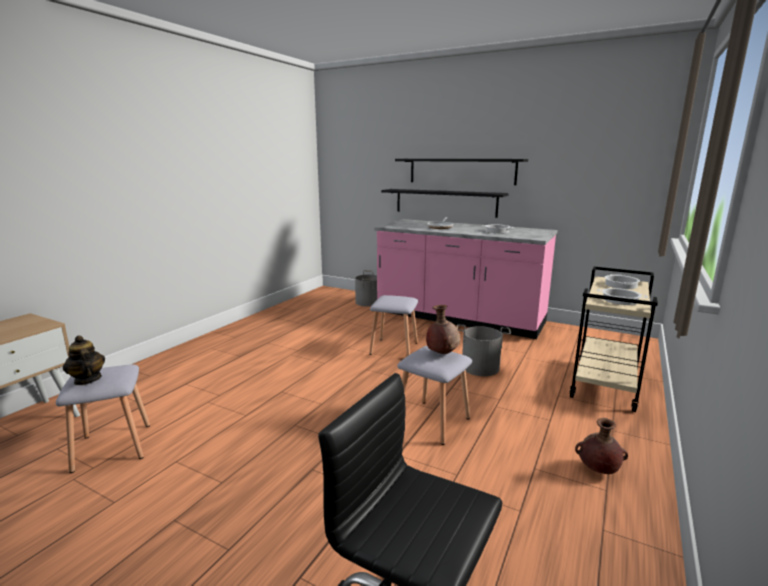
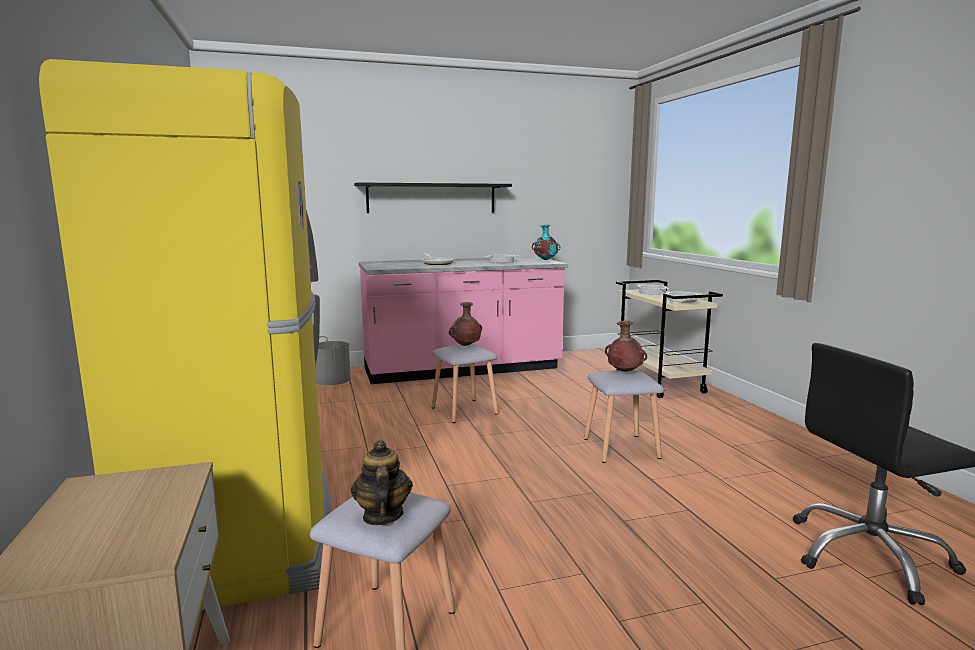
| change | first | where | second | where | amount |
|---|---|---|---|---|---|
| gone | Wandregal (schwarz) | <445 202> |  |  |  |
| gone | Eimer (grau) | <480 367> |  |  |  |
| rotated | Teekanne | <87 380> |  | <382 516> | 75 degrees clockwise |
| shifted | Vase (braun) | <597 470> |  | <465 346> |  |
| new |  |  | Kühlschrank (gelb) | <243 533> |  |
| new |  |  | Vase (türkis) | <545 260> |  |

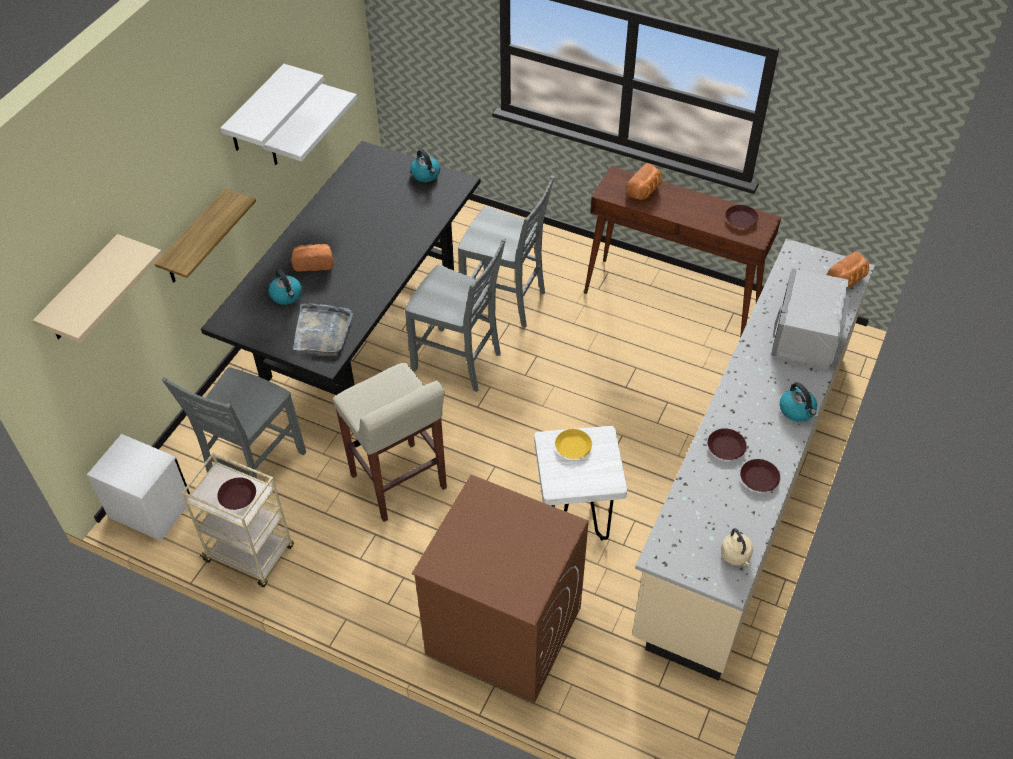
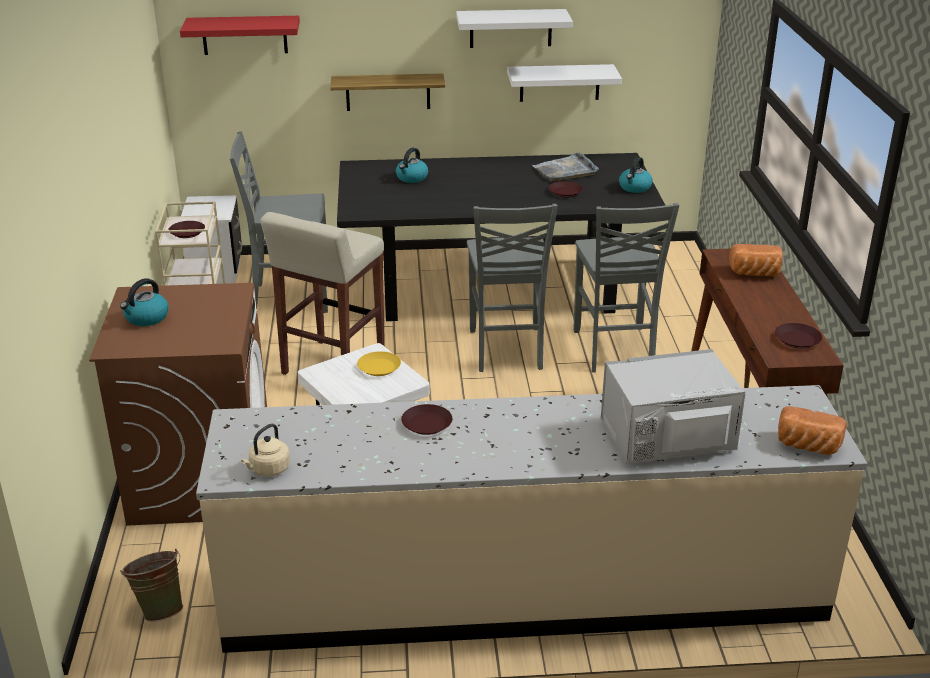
| change | first | where | second | where | amount |
|---|---|---|---|---|---|
| repainted | Wandregal (beige) | <82 291> | Wandregal (rot) | <244 35> |  |
| gone | Brot | <314 263> |  |  |  |
| shifted | Tablett (grau) | <322 331> |  | <565 170> |  |
| shifted | Wasserkessel | <797 410> |  | <146 318> |  |
| shifted | Teller (braun) | <759 478> |  | <565 192> |  |
| new |  |  | Eimer (grün) | <160 608> |  |

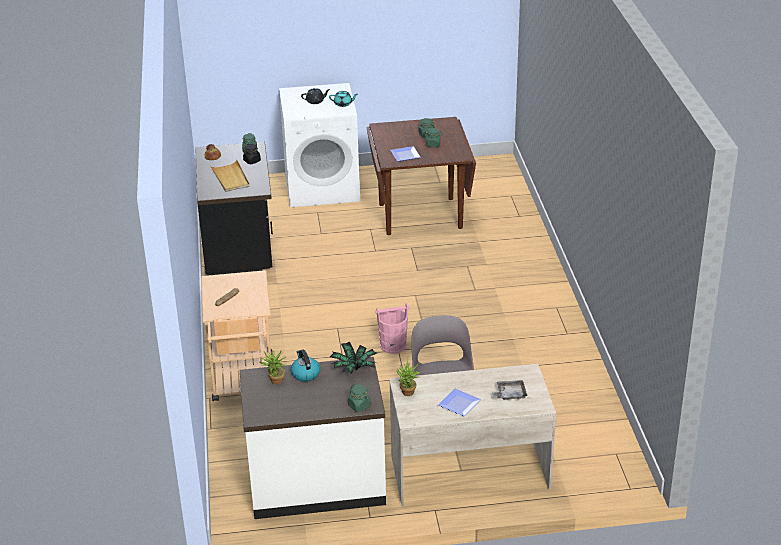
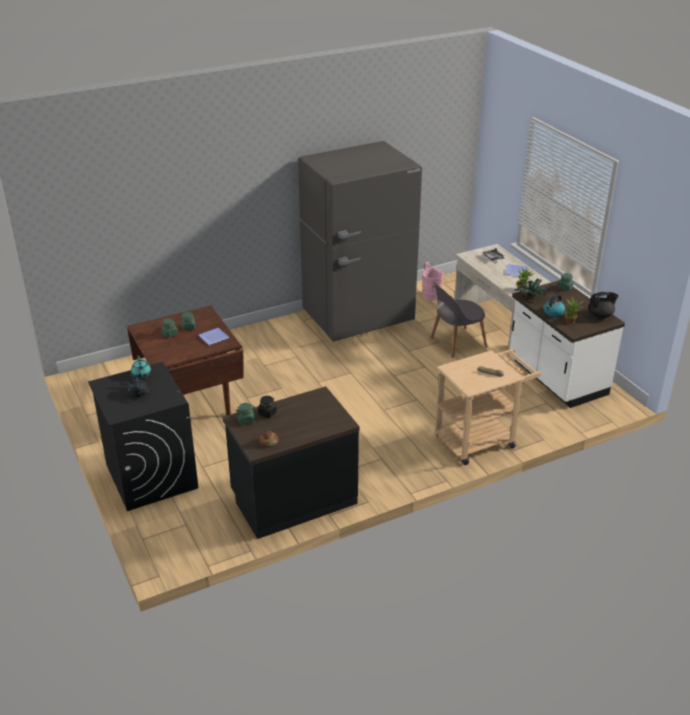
| change | first | where | second | where | amount |
|---|---|---|---|---|---|
| repainted | Waschmaschine (weiß) | <322 187> | Waschmaschine (schwarz) | <151 476> |  |
| gone | Tablett (beige) | <230 178> |  |  |  |
| shifted | Eimer (rosa) | <392 345> |  | <431 295> |  |
| new |  |  | Kühlschrank (grau) | <358 318> |  |
| new |  |  | Teekanne (schwarz) | <600 315> |  |

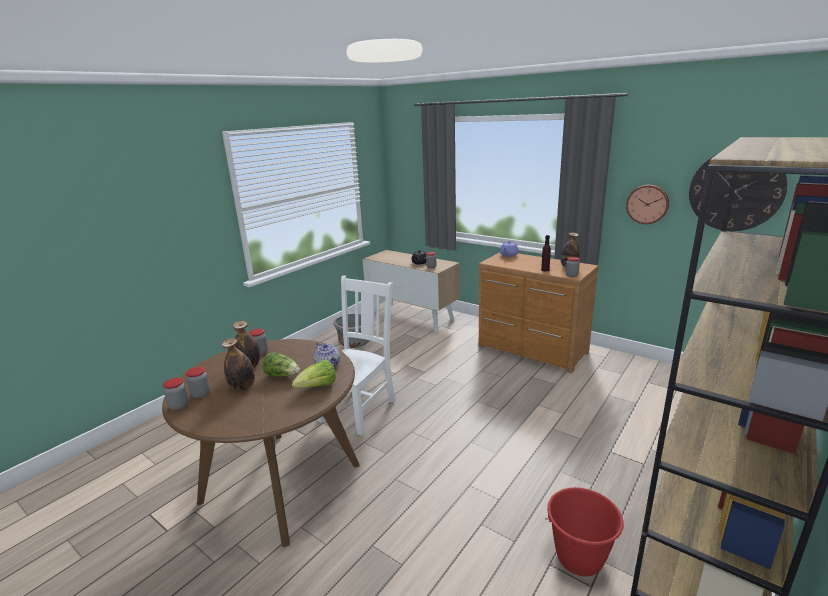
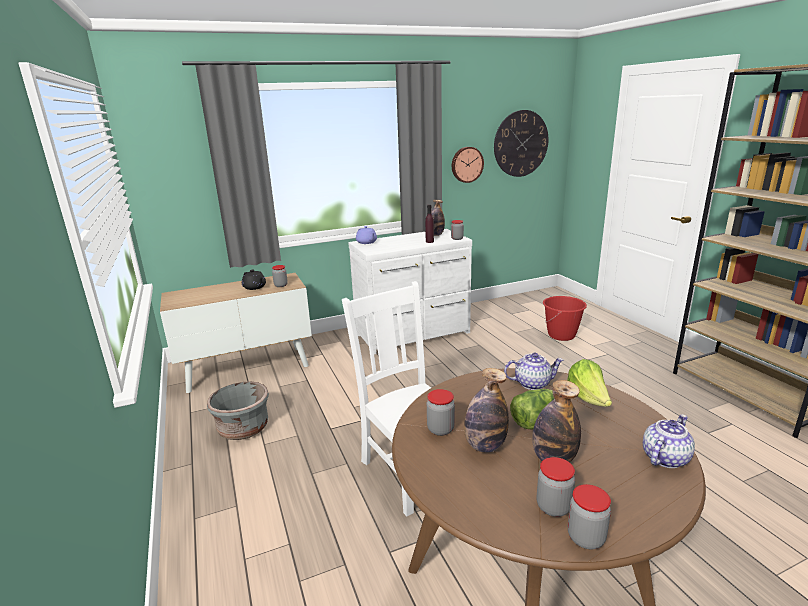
| change | first | where | second | where | amount |
|---|---|---|---|---|---|
| repainted | Kommode (braun) | <532 350> | Kommode (weiß) | <414 334> |  |
| shifted | Eimer (rot) | <579 558> |  | <561 335> |  |
| new |  |  | Teekanne | <664 457> |  |

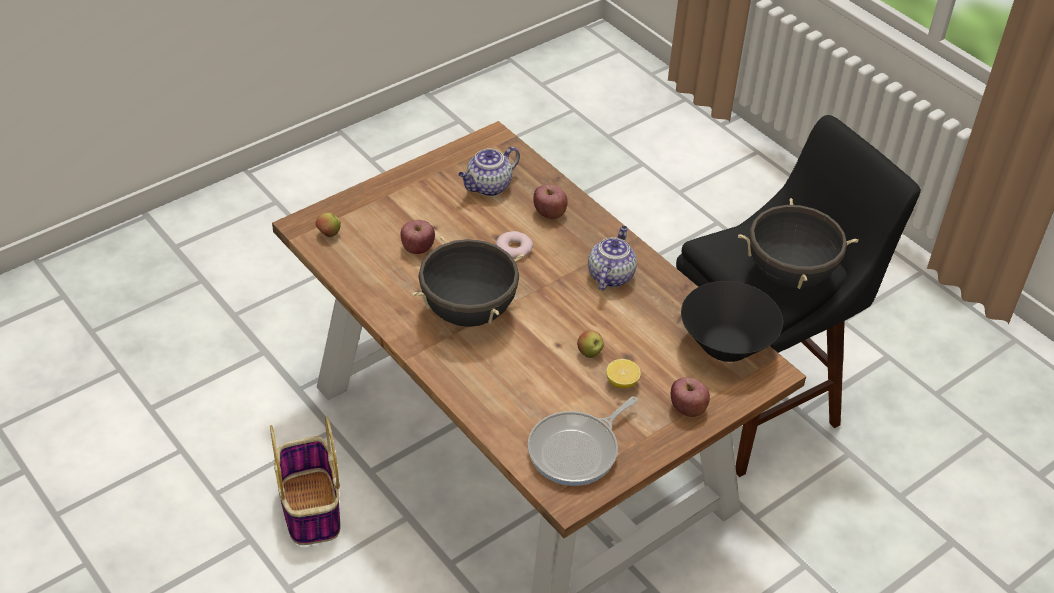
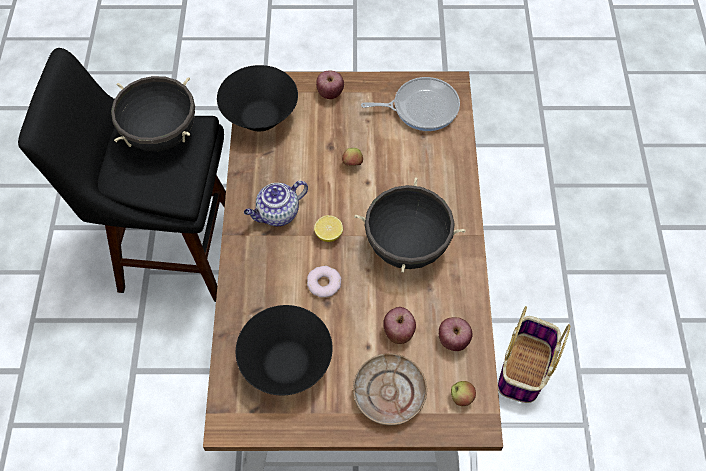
| change | first | where | second | where | amount |
|---|---|---|---|---|---|
| swapped | Teekanne | <488 187> | Schüssel (schwarz) | <287 363> |  |
| shifted | Apfel | <549 213> |  | <453 340> |  |
| shifted | Zitrone | <622 382> |  | <328 234> |  |
| new |  |  | Teller (beige) | <389 393> |  |

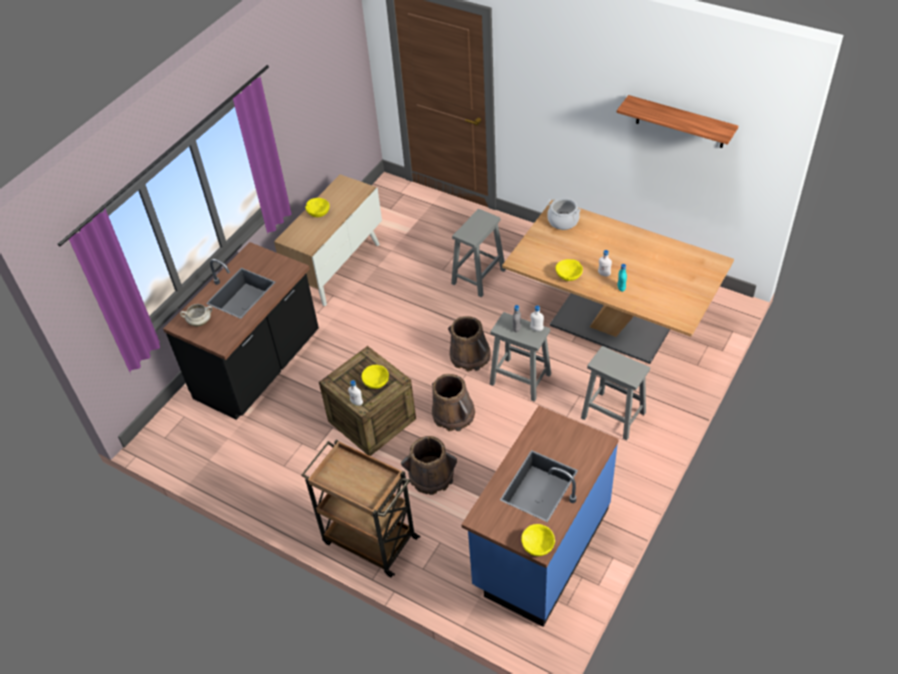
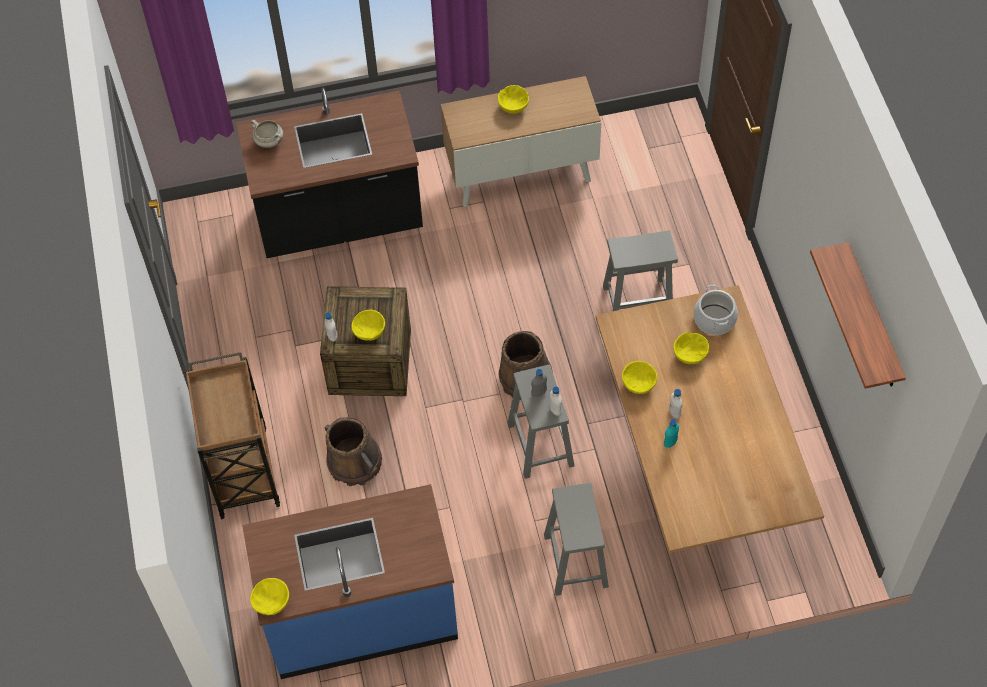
| change | first | where | second | where | amount |
|---|---|---|---|---|---|
| gone | Eimer (braun) | <453 414> |  |  |  |
| new |  |  | Schüssel (gelb) | <690 354> |  |

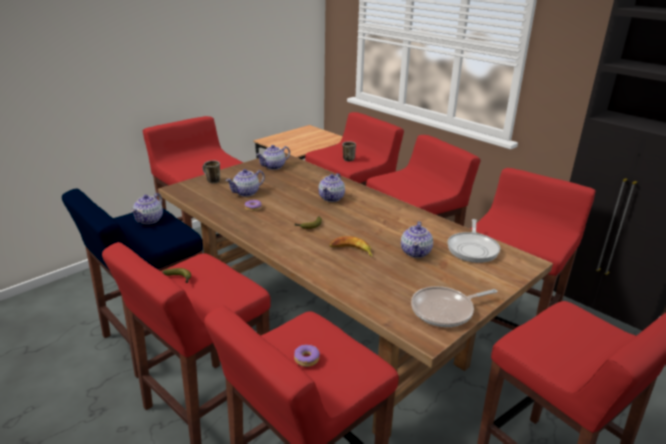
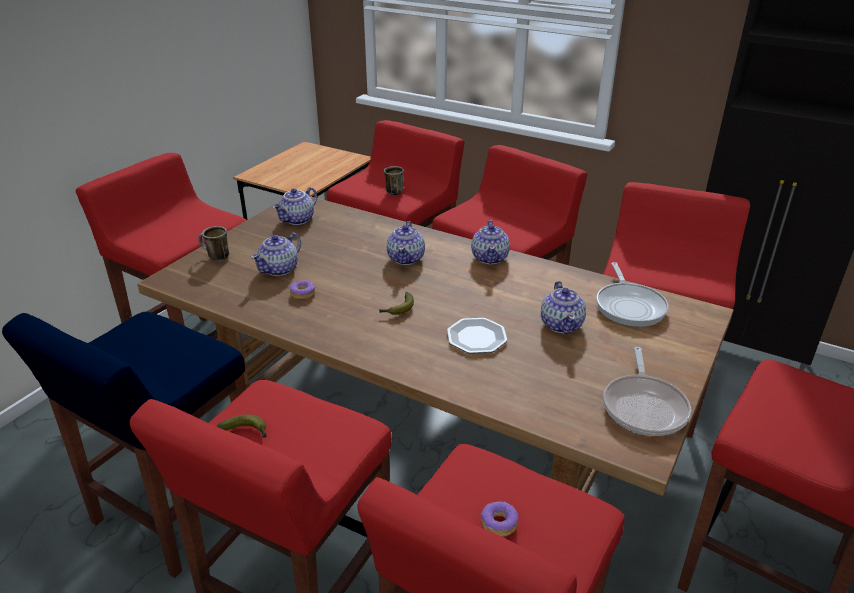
| change | first | where | second | where | amount |
|---|---|---|---|---|---|
| shifted | Teekanne | <150 219> |  | <490 258> |  |
| swapped | Banane | <351 250> | Teller | <476 338> |  |
| rotated | Pfanne | <445 310> |  | <644 407> | 45 degrees counterclockwise |

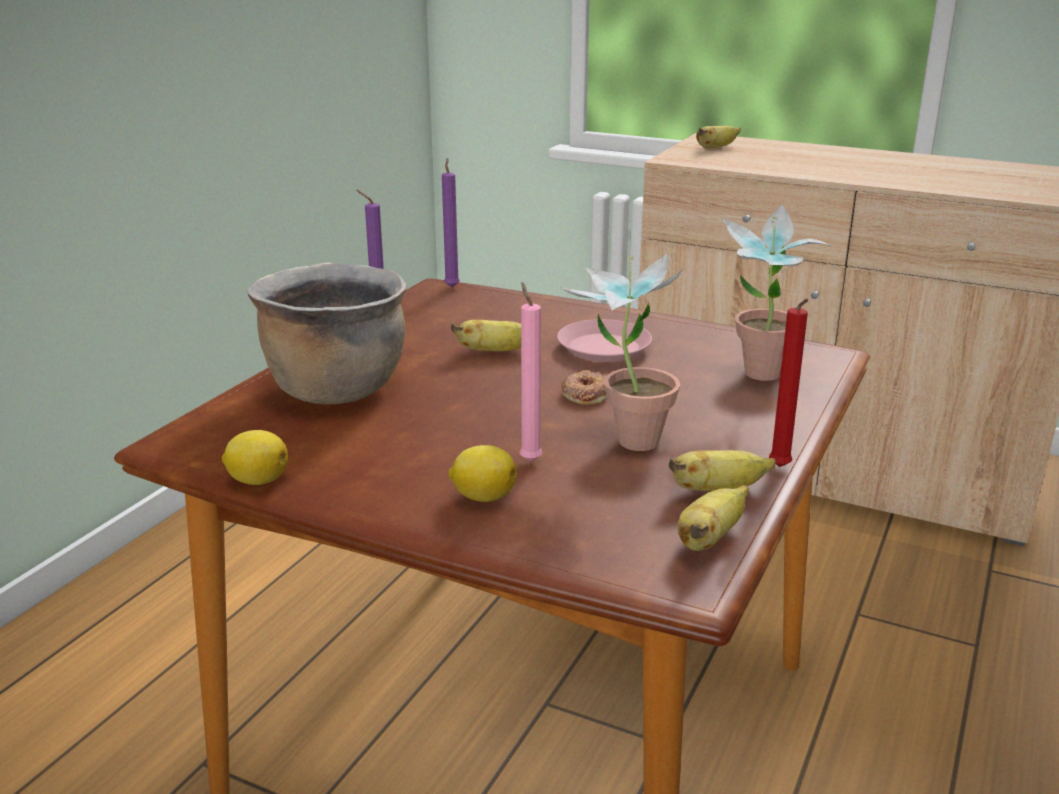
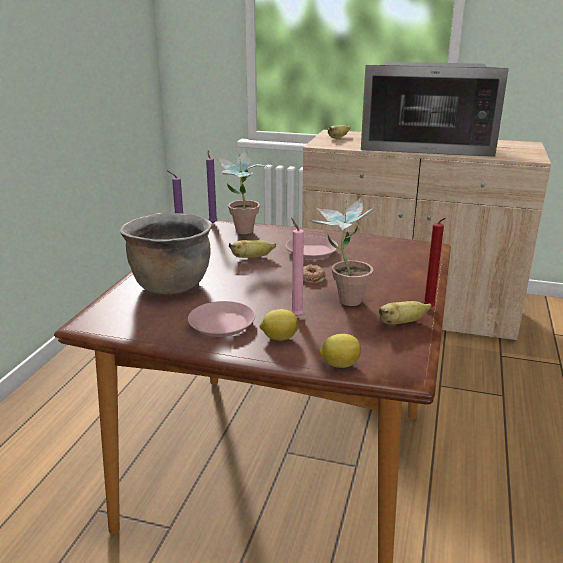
| change | first | where | second | where | amount |
|---|---|---|---|---|---|
| shifted | Topfpflanze | <759 379> |  | <242 233> |  |
| shifted | Zitrone | <257 480> |  | <339 364> |  |
| gone | Banane | <710 539> |  |  |  |
| new |  |  | Mikrowelle | <427 145> |  |
| new |  |  | Teller (rosa) | <222 324> |  |

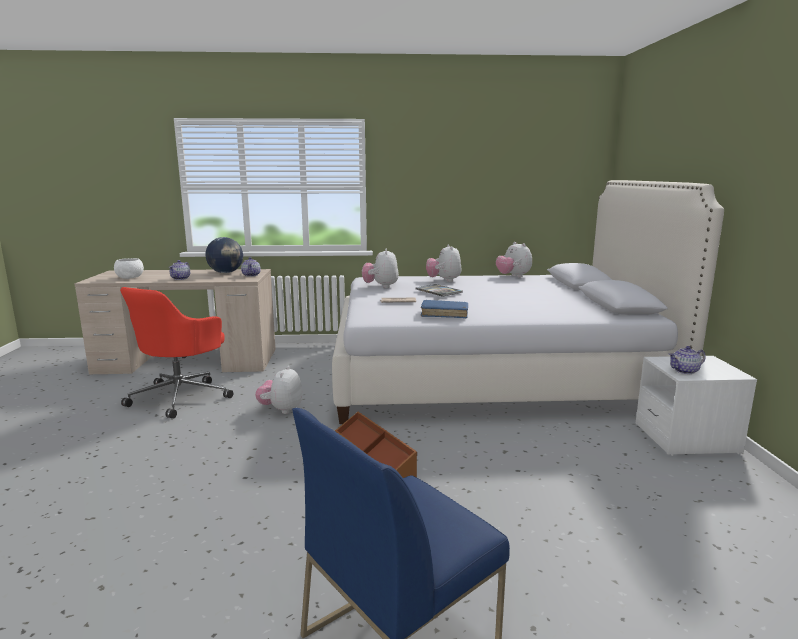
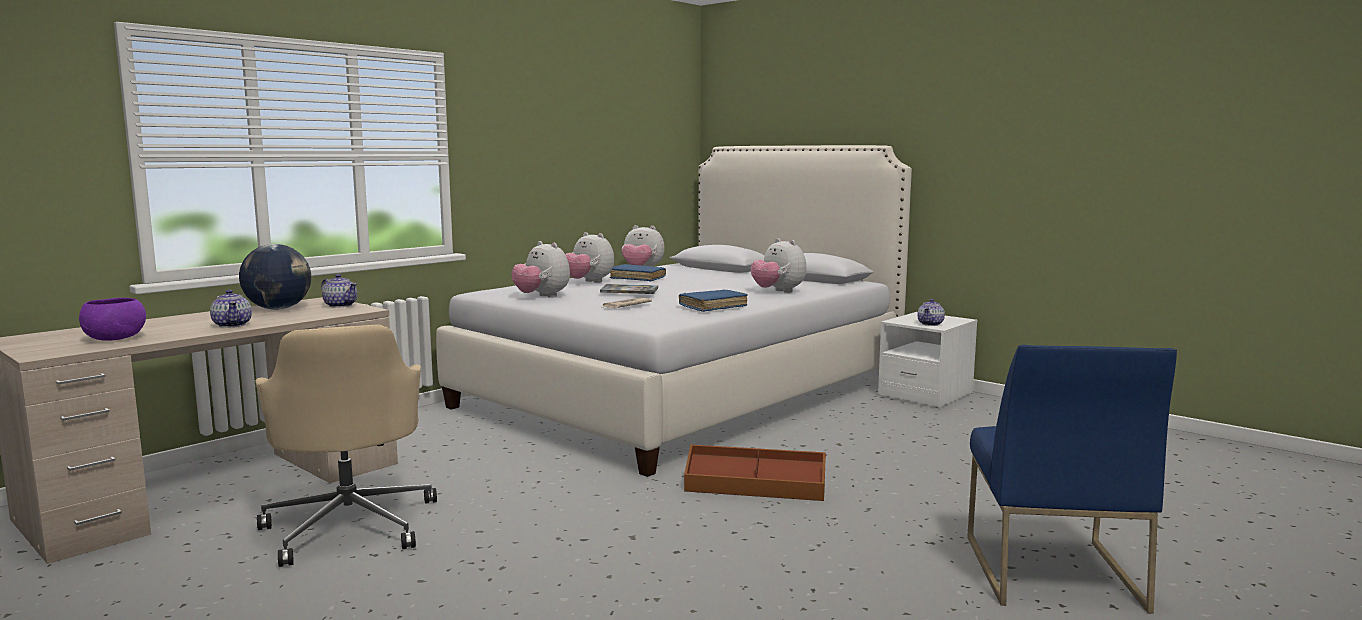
| change | first | where | second | where | amount |
|---|---|---|---|---|---|
| repainted | Schüssel (weiß) | <130 278> | Schüssel (lila) | <115 339> |  |
| repainted | Bürostuhl (rot) | <181 397> | Bürostuhl (beige) | <351 525> |  |
| shifted | Plüschtier | <281 410> |  | <778 292> |  |
| new |  |  | Buch (blau) | <638 278> |  |

